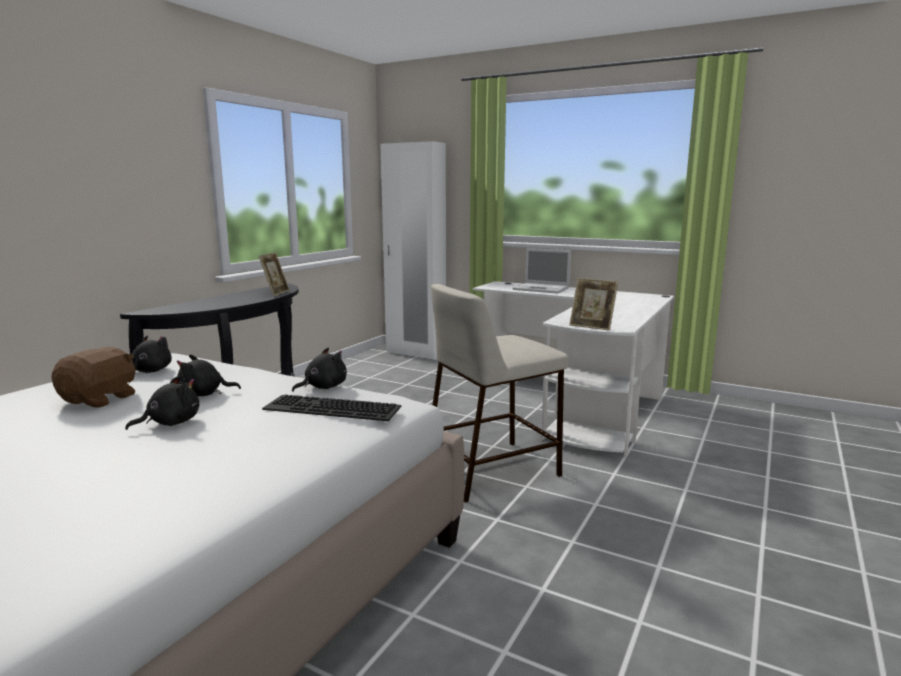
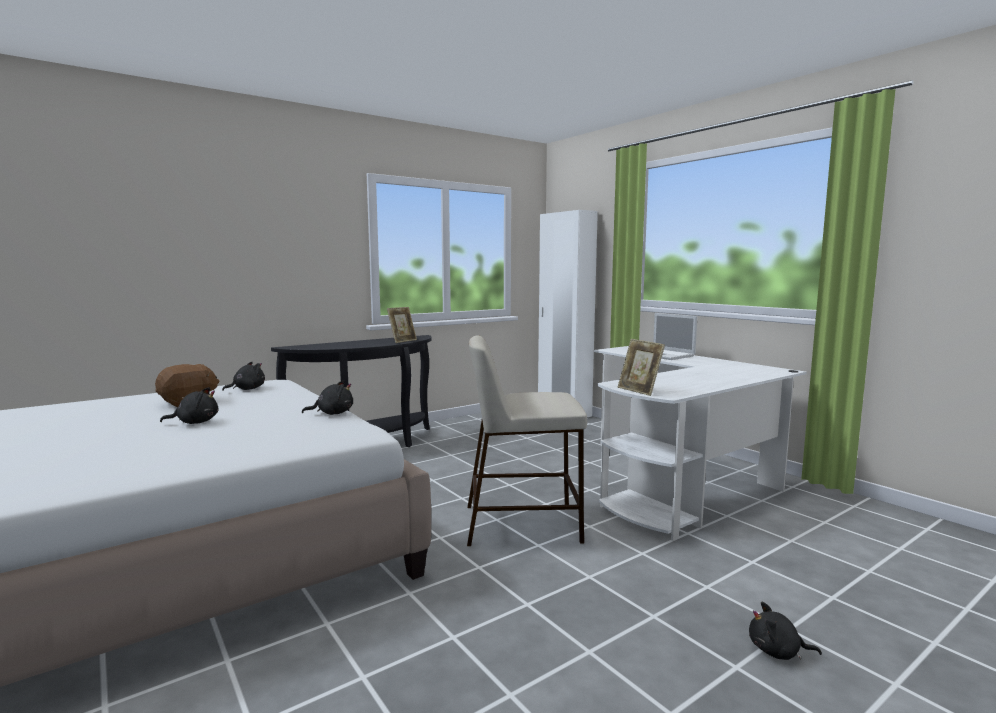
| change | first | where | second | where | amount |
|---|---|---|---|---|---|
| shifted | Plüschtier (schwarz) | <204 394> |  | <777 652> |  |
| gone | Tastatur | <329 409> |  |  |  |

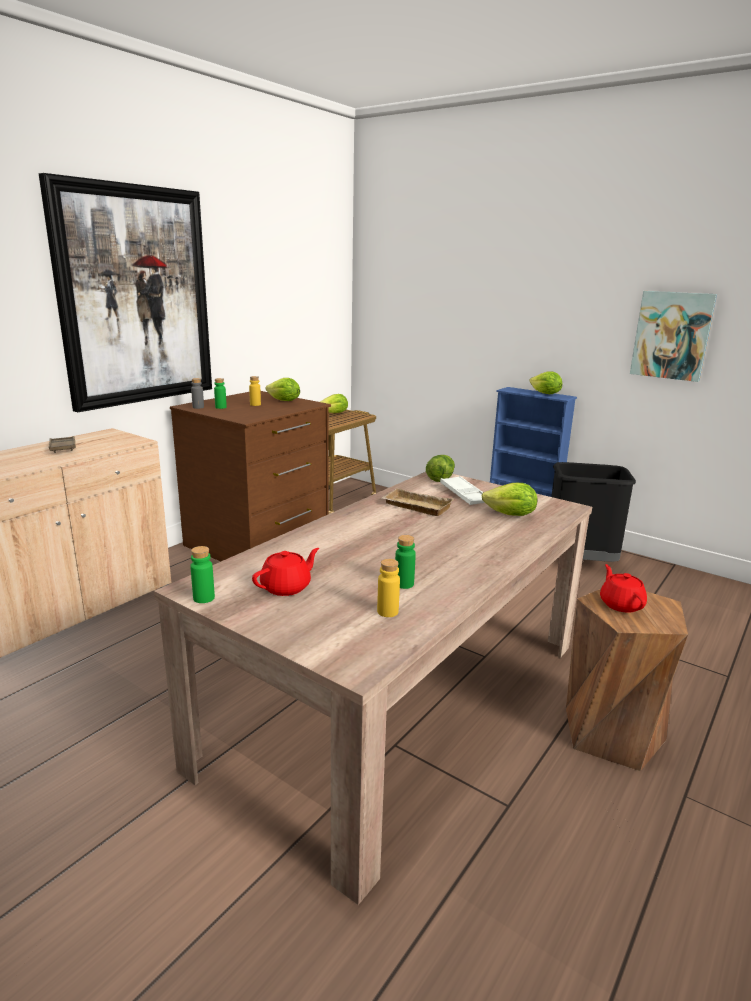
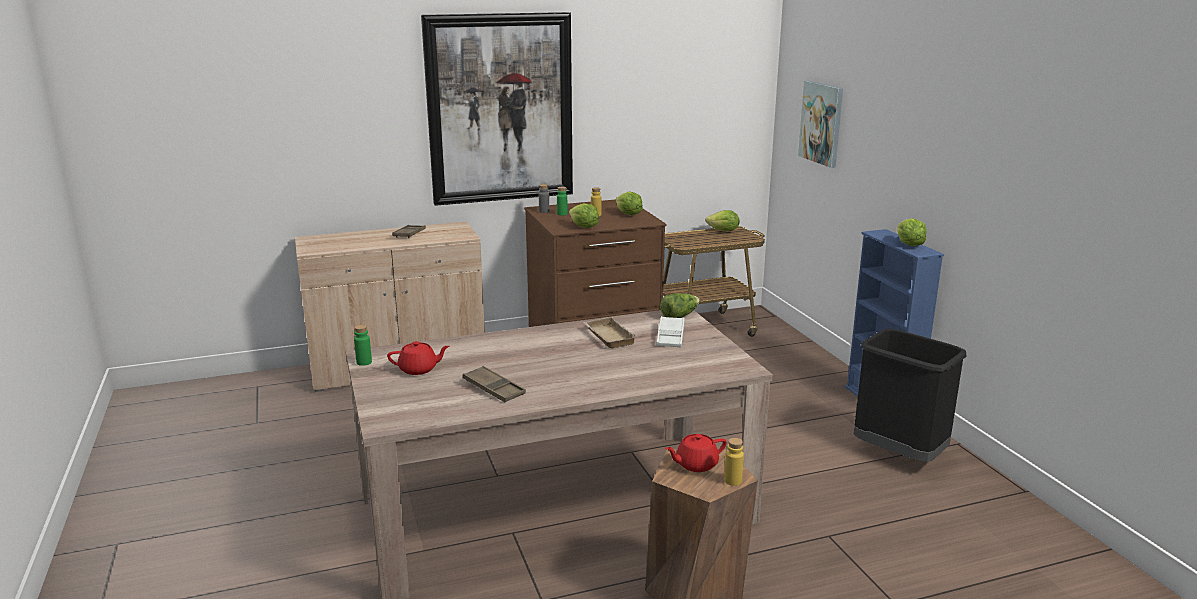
| change | first | where | second | where | amount |
|---|---|---|---|---|---|
| shifted | Bild | <672 335> |  | <822 123> |  |
| shifted | Salatkopf | <511 515> |  | <583 227> |  |
| swapped | Flasche (grün) | <404 584> | Tablett (braun) | <494 389> |  |
| shifted | Flasche (gelb) | <387 612> |  | <733 481> |  |
| rotated | Teekanne (rot) | <621 604> |  | <695 464> | 135 degrees counterclockwise |

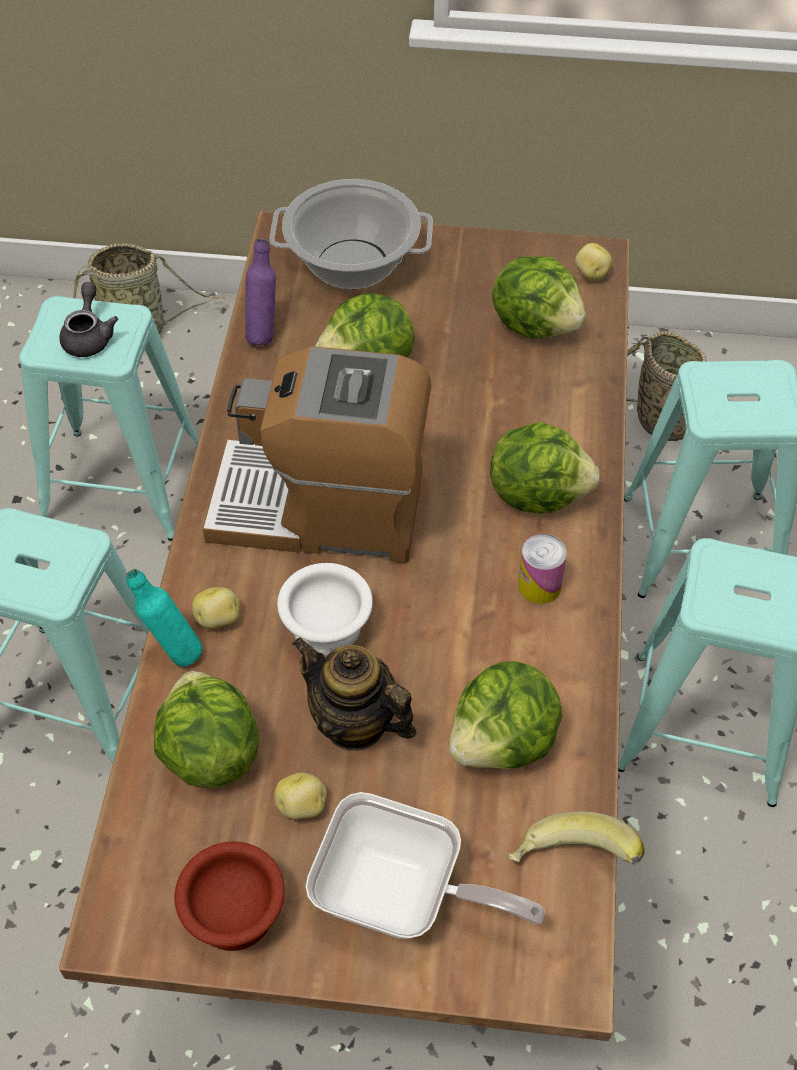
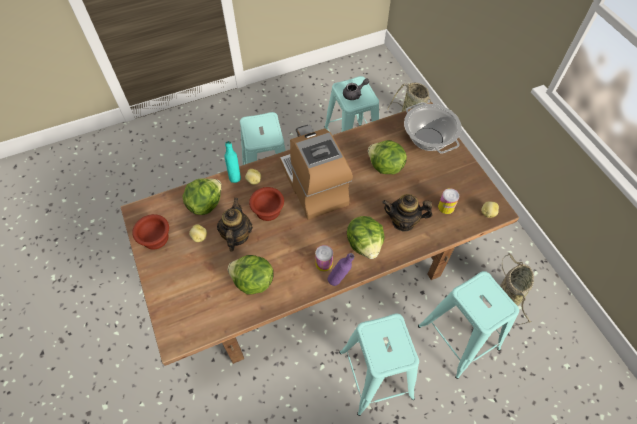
| change | first | where | second | where | amount |
|---|---|---|---|---|---|
| shifted | Flasche (lila) | <263 333> |  | <339 279> |  |
| swapped | Salatkopf | <536 324> | Dose | <446 207> |  |
| repainted | Schüssel (weiß) | <329 629> | Schüssel (braun) | <267 211> |  |
| gone | Pfanne | <401 897> |  |  |  |
| gone | Banane | <571 863> |  |  |  |
| new |  |  | Teekanne | <403 222> |  |

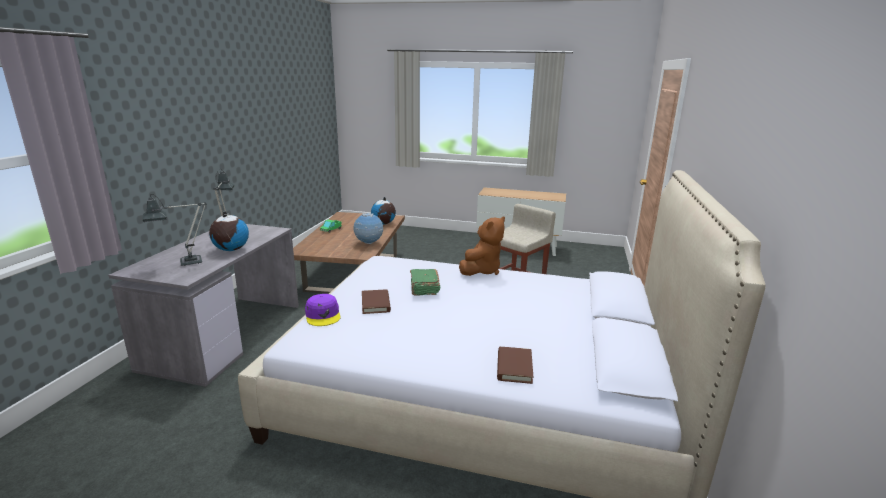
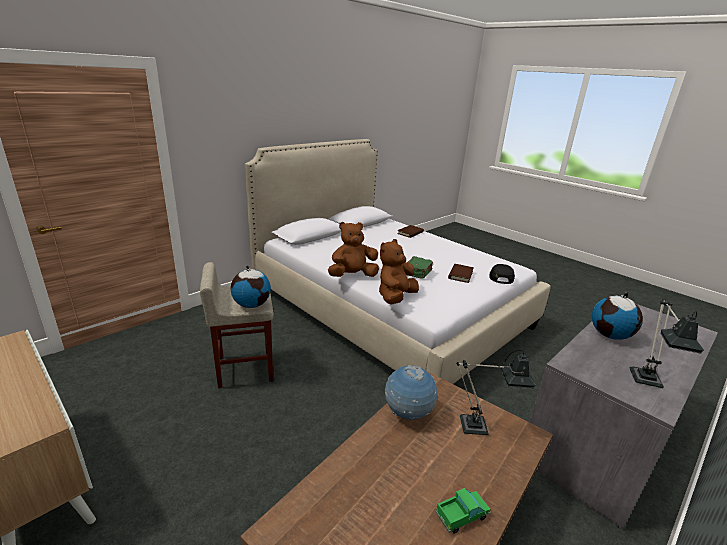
| change | first | where | second | where | amount |
|---|---|---|---|---|---|
| shifted | Tischlampe | <184 263> |  | <481 426> |  |
| shifted | Globus | <383 223> |  | <251 305> |  |
| repainted | Kappe (lila) | <323 315> | Kappe (schwarz) | <500 277> |  |
| new |  |  | Plüschtier (braun) | <395 297> |  |

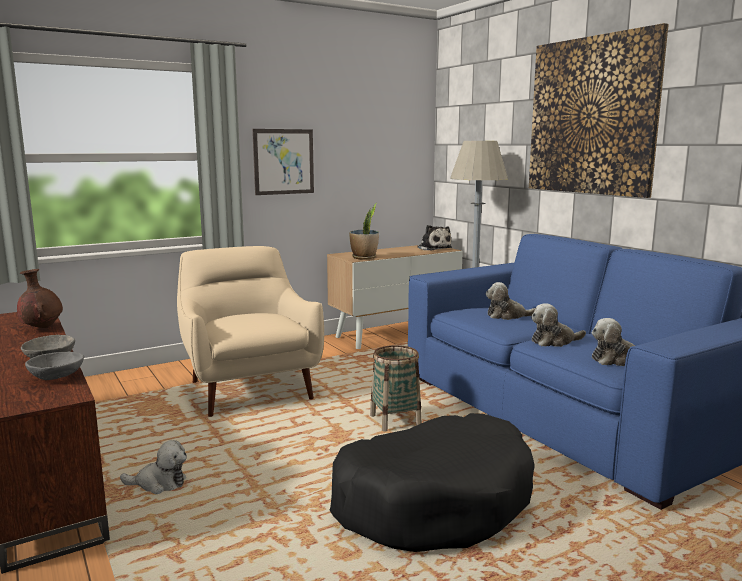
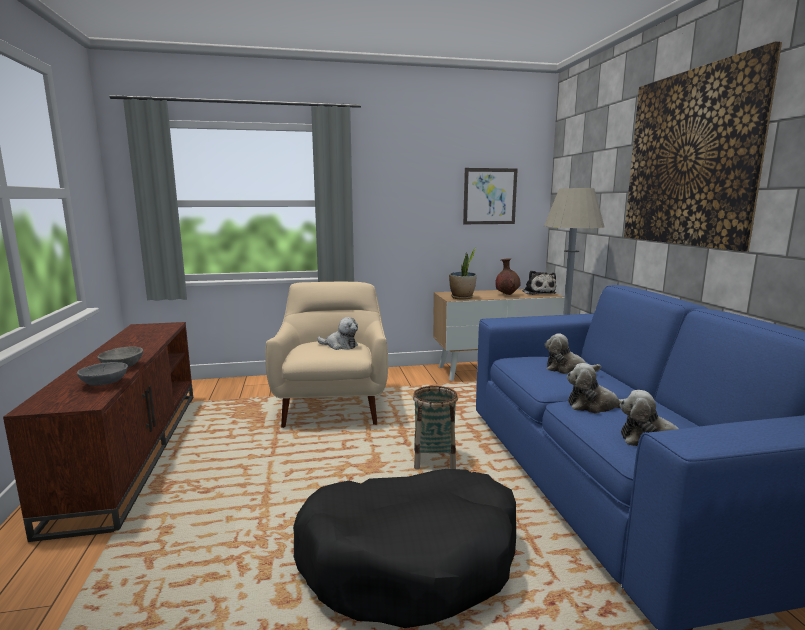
| change | first | where | second | where | amount |
|---|---|---|---|---|---|
| shifted | Bild | <283 161> |  | <490 196> |  |
| shifted | Vase (braun) | <42 328> |  | <506 294> |  |
| shifted | Plüschtier | <159 484> |  | <340 346> |  |

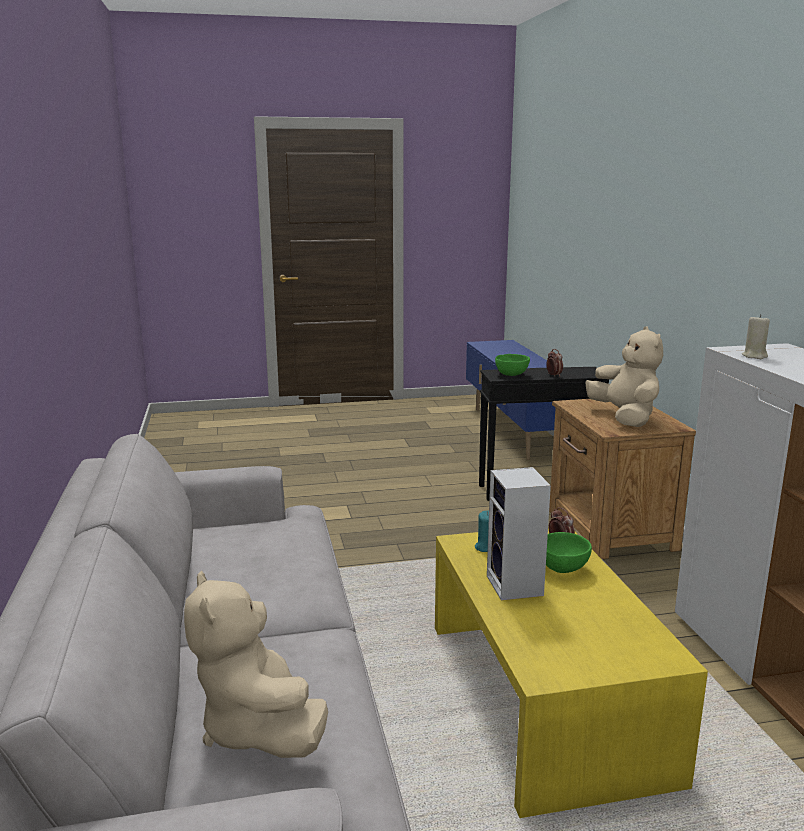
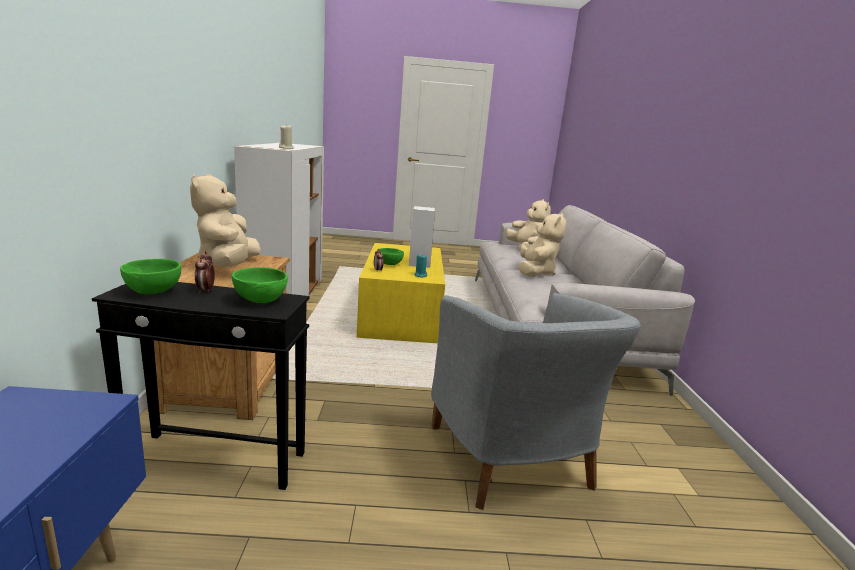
| change | first | where | second | where | amount |
|---|---|---|---|---|---|
| new |  |  | Plüschtier (beige) | <535 272> |  |
| new |  |  | Schüssel (grün) | <152 291> |  |
| new |  |  | Sessel (grau) | <512 460> |  |

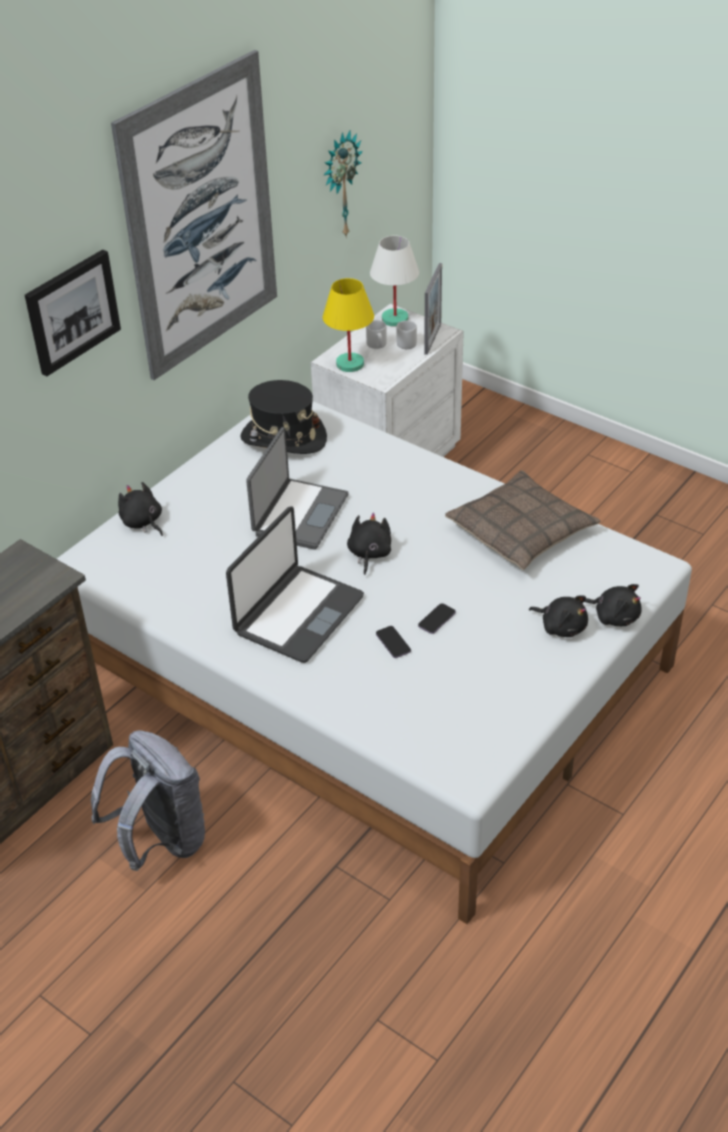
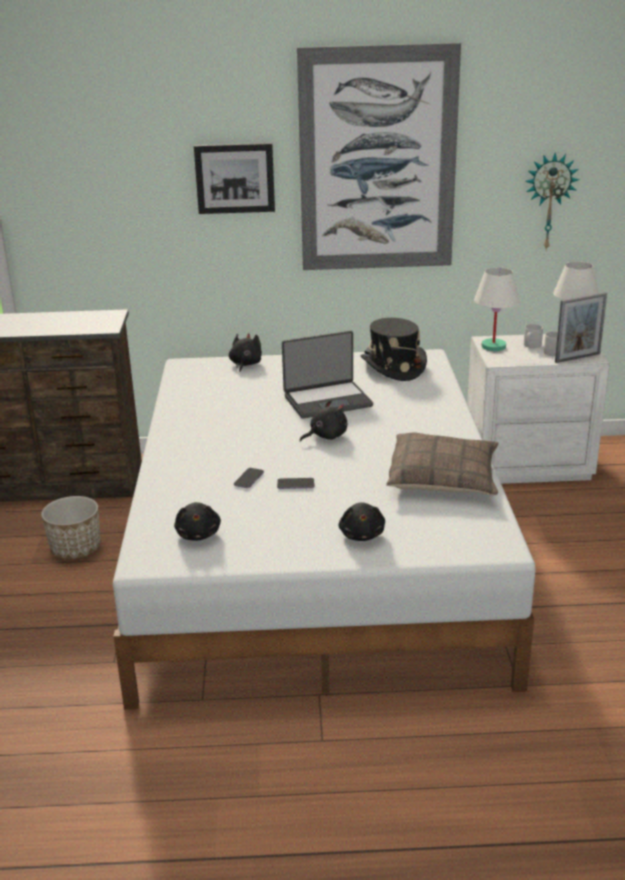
| change | first | where | second | where | amount |
|---|---|---|---|---|---|
| repainted | Tischlampe (gelb) | <350 364> | Tischlampe (weiß) | <494 346> |  |
| gone | Laptop | <298 614> |  |  |  |
| shifted | Plüschtier (schwarz) | <614 616> |  | <198 534> |  |
| swapped | Rucksack (grau) | <161 841> | Pflanzkübel | <76 549> |  |

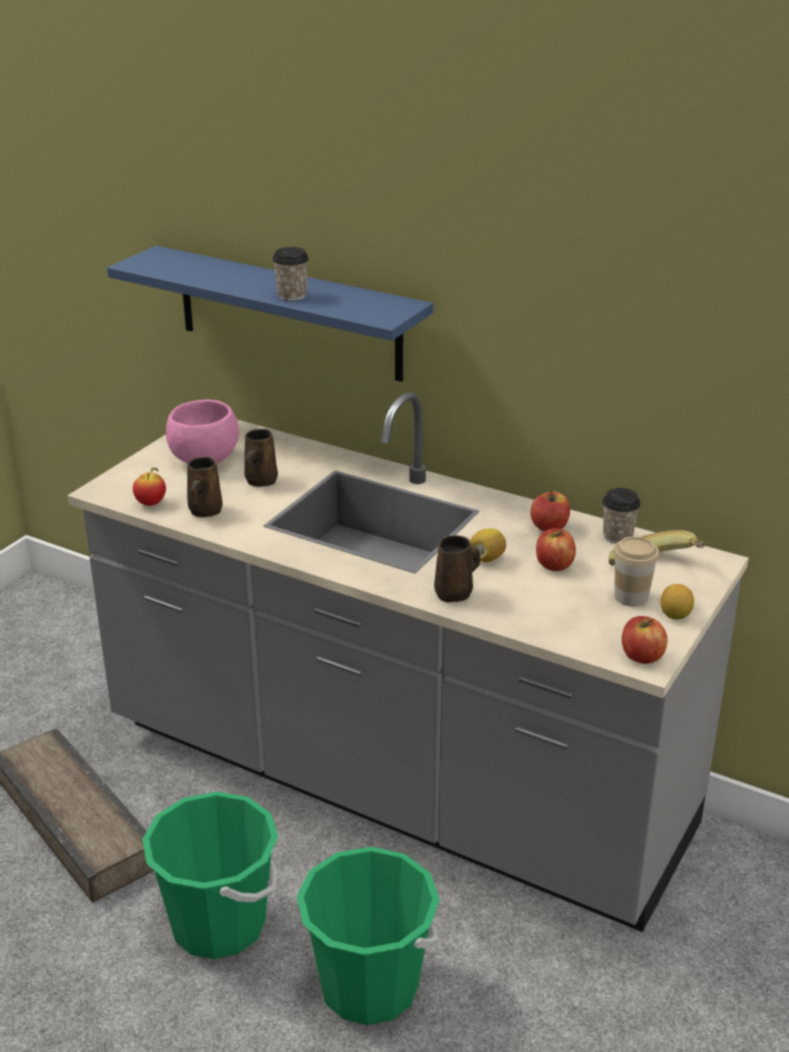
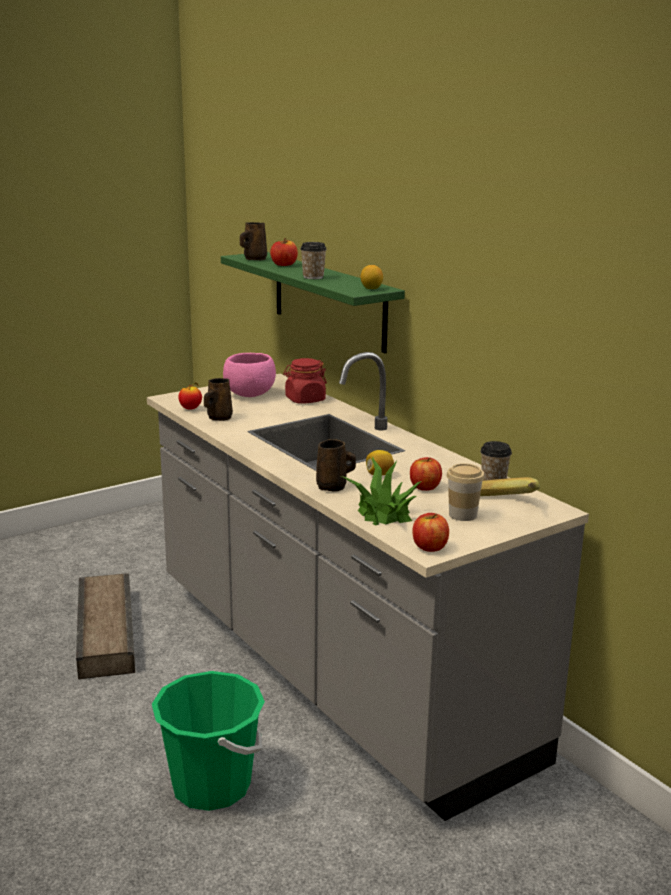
| change | first | where | second | where | amount |
|---|---|---|---|---|---|
| repainted | Wandregal (blau) | <289 313> | Wandregal (grün) | <328 300> |  |
| shifted | Henkelbecher (braun) | <260 481> |  | <254 259> |  |
| shifted | Apfel | <549 527> |  | <284 265> |  |
| shifted | Zitrone | <675 616> |  | <371 288> |  |
| gone | Eimer (grün) | <219 924> |  |  |  |
| new |  |  | Vorratsglas (rot) | <305 400> |  |
| new |  |  | Topfpflanze | <384 512> |  |

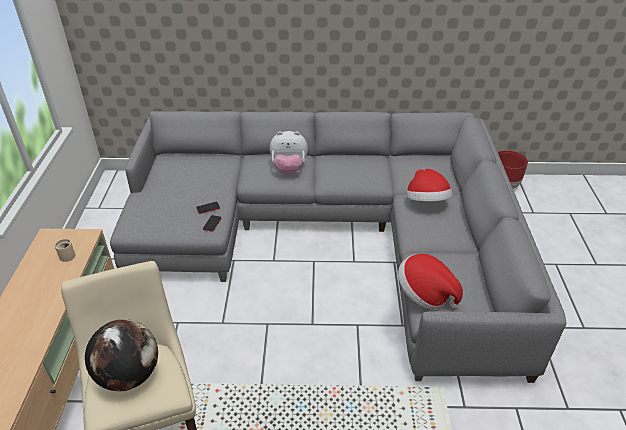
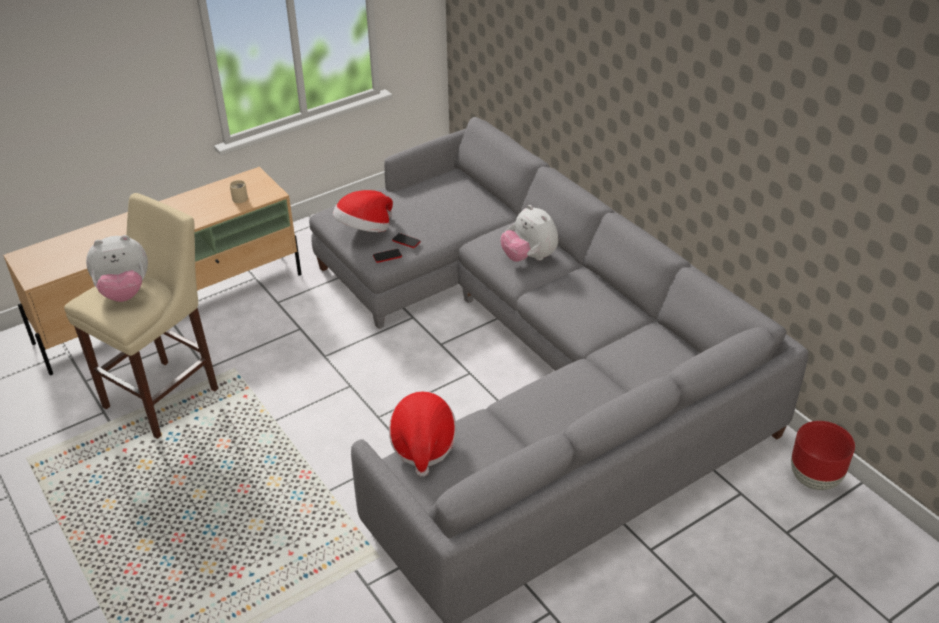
| change | first | where | second | where | amount |
|---|---|---|---|---|---|
| shifted | Hut | <426 202> |  | <364 230> |  |
| swapped | Globus | <129 375> | Plüschtier | <124 292> |  |

